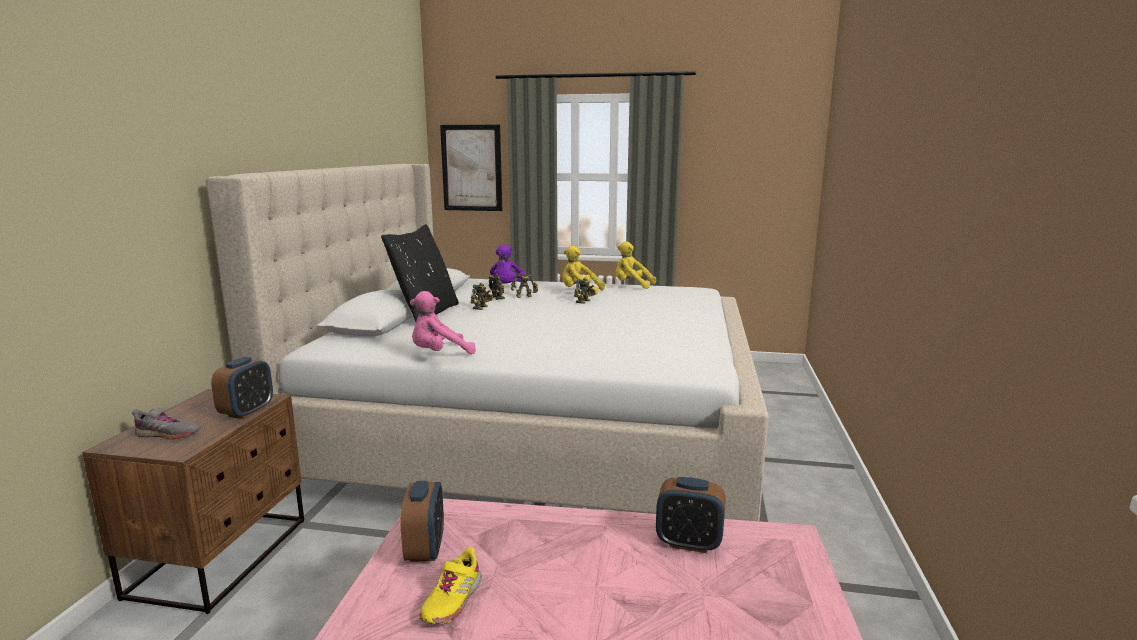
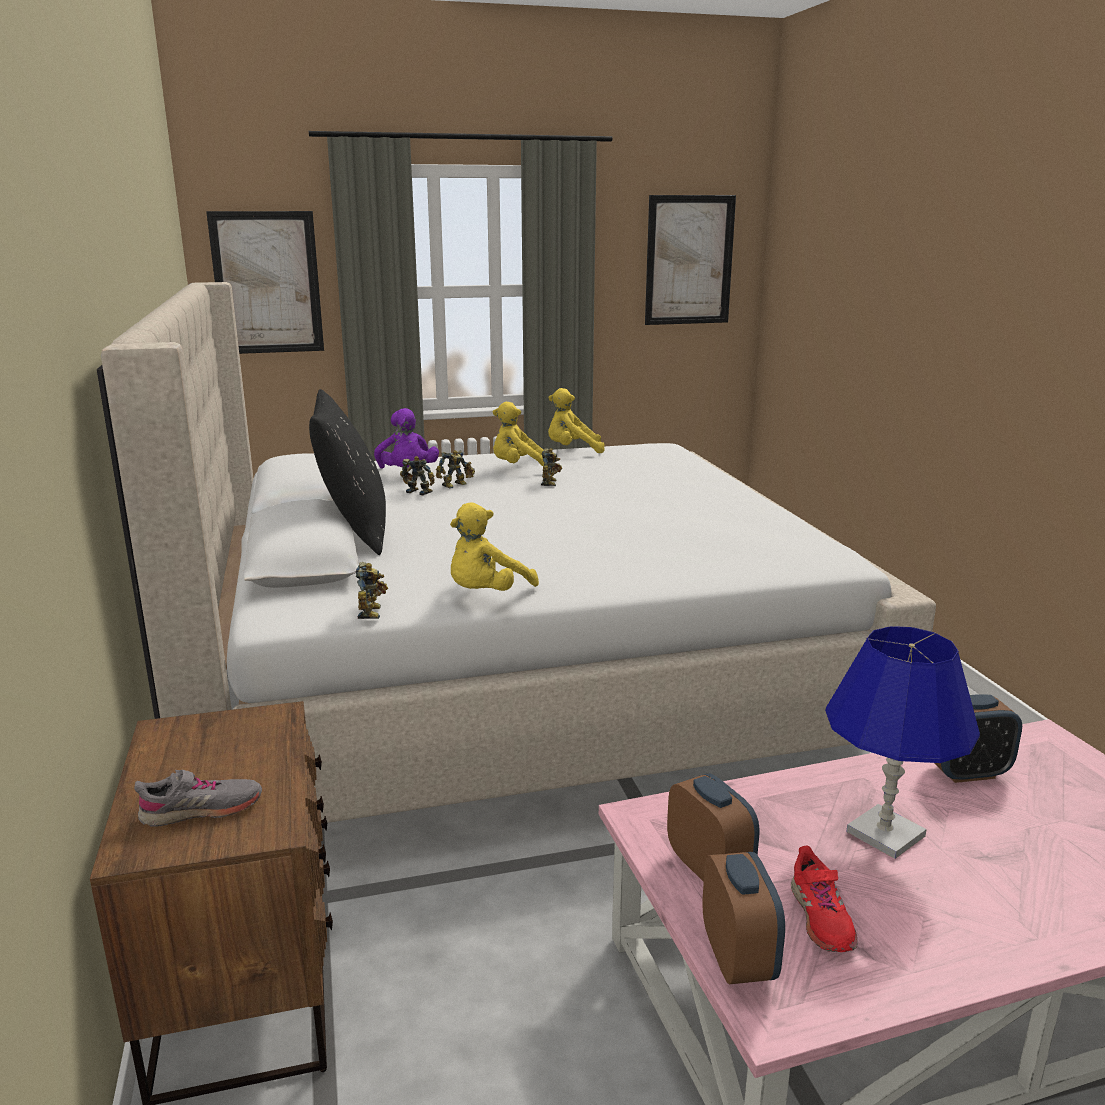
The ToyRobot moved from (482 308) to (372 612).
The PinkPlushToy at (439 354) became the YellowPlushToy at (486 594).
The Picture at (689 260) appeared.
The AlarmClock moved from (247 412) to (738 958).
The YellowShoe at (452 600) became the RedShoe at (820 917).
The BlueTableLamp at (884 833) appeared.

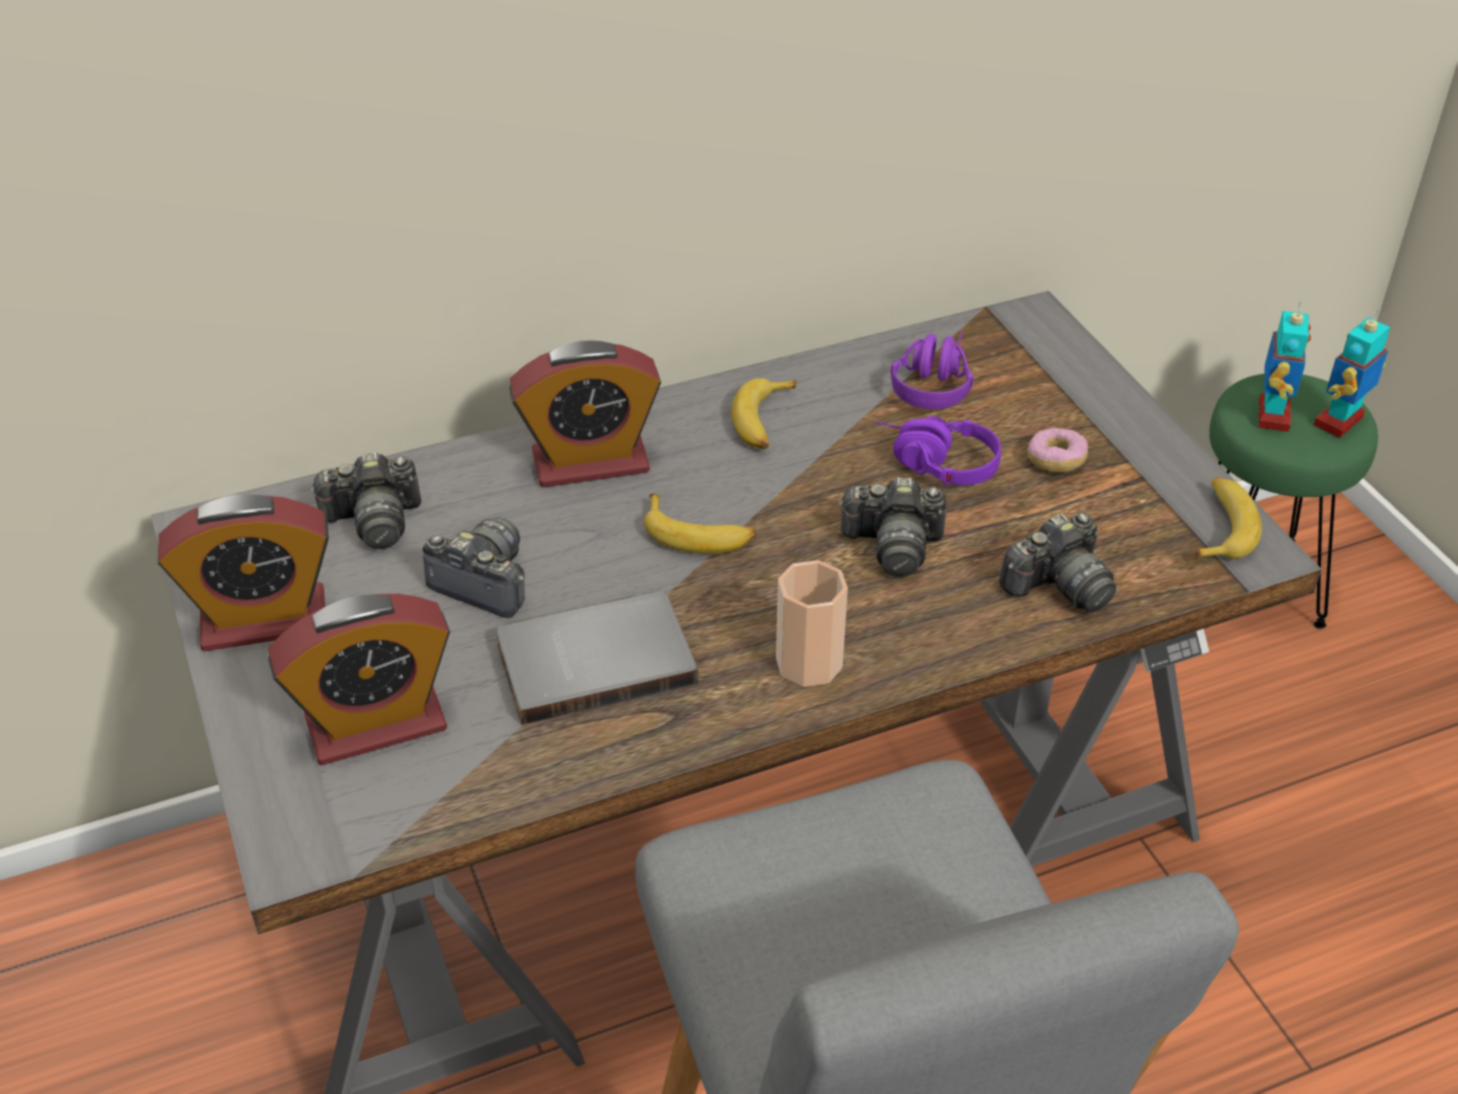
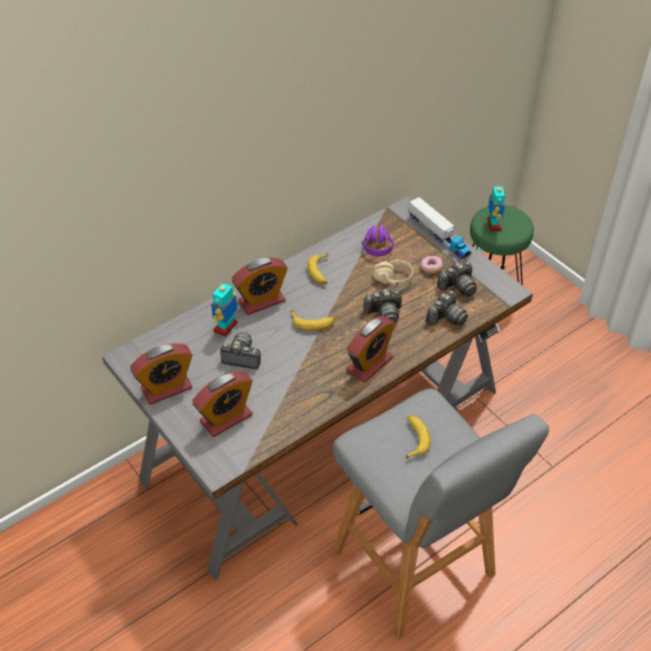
The ToyRobot moved from (1339 422) to (226 327).
The Cup at (809 663) was replaced by the AlarmClock at (369 364).
The PurpleHeadphones at (932 464) became the BeigeHeadphones at (387 278).
The Banana moved from (1221 527) to (414 438).
The ToyTruck at (439 235) appeared.
The PhotoCamera moved from (374 521) to (458 286).
The GreyBook at (594 658) disappeared.

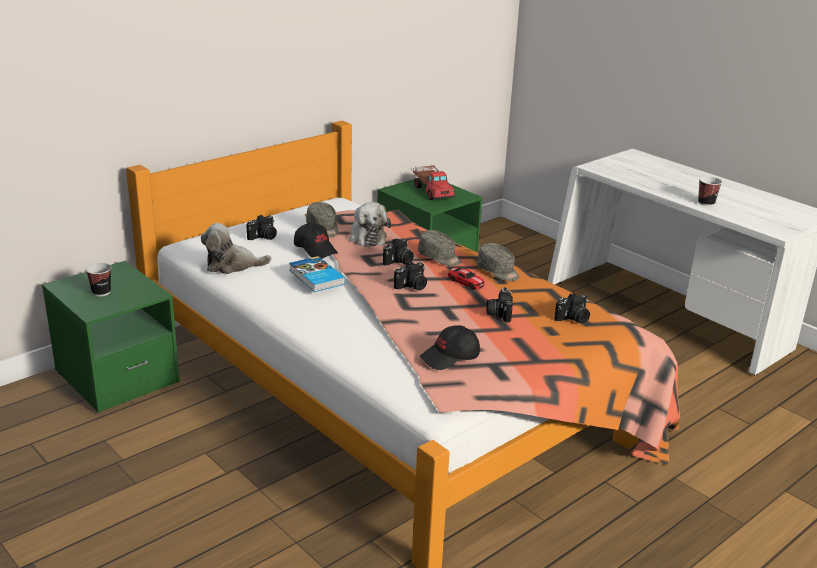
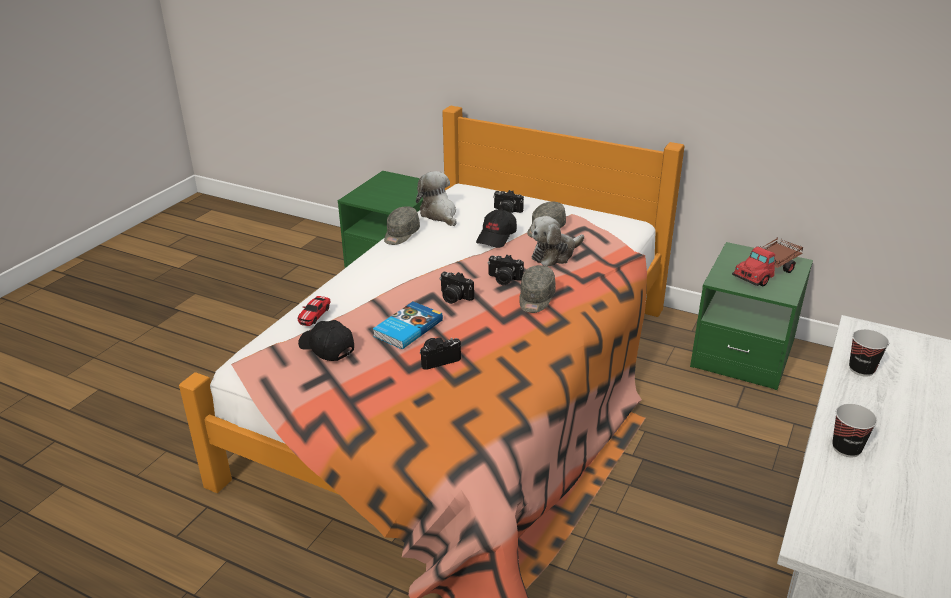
The ToyCar moved from (466 282) to (314 314).
The Book moved from (316 277) to (407 328).
The GreyCap moved from (498 271) to (401 234).
The Cup moved from (101 292) to (861 369).
The PhotoCamera at (573 319) disappeared.

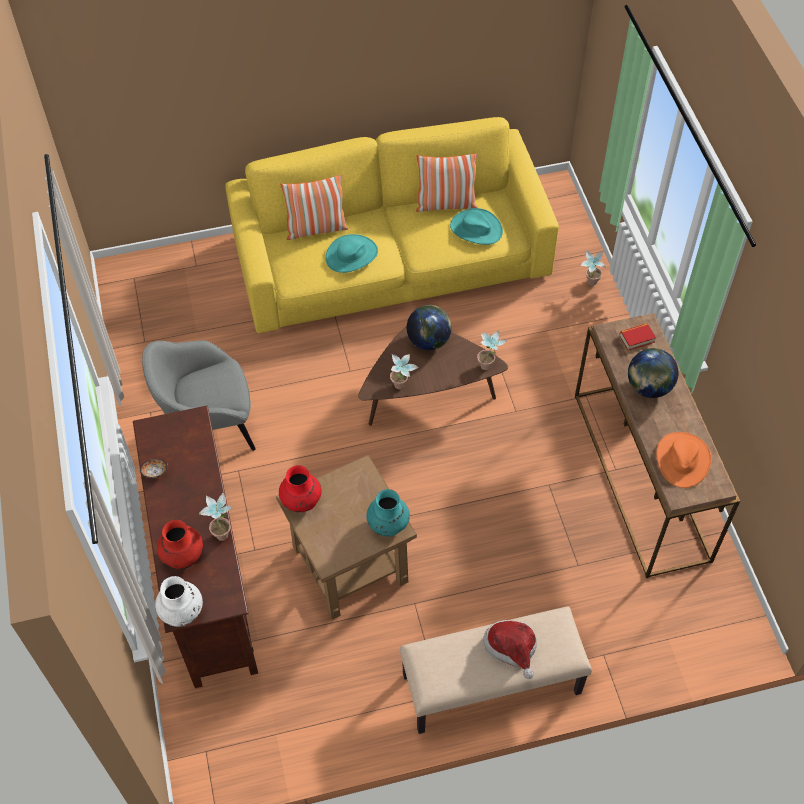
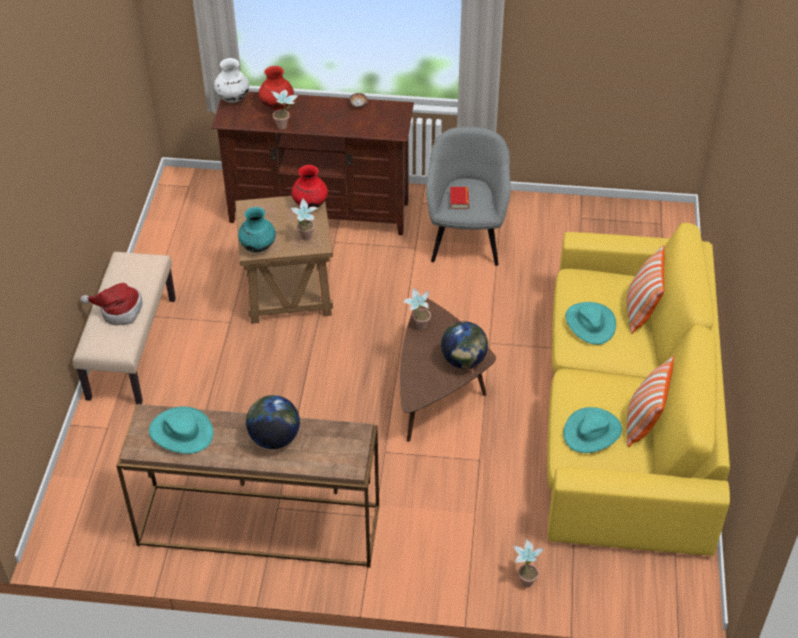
The OrangeHat at (682 459) became the TurquoiseHat at (181 432).
The PottedPlant moved from (489 364) to (306 239).
The Book moved from (637 338) to (459 200).

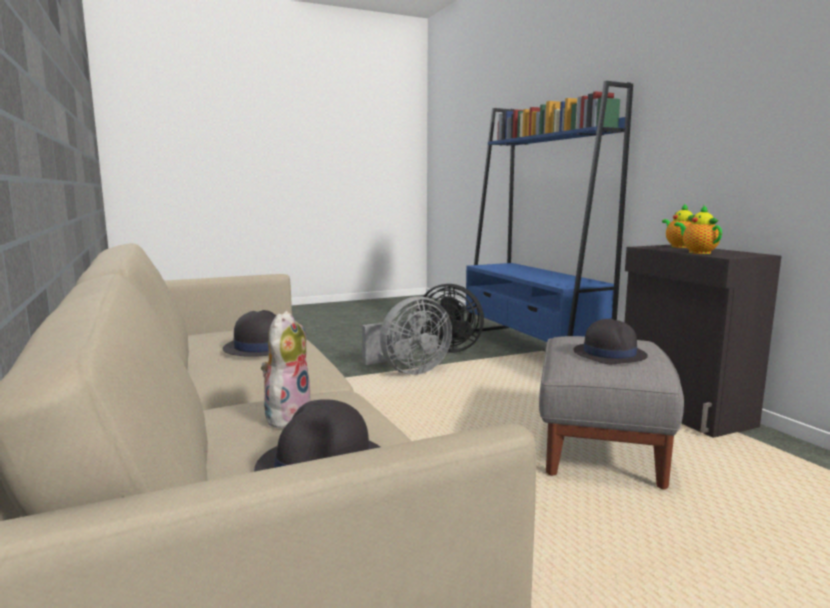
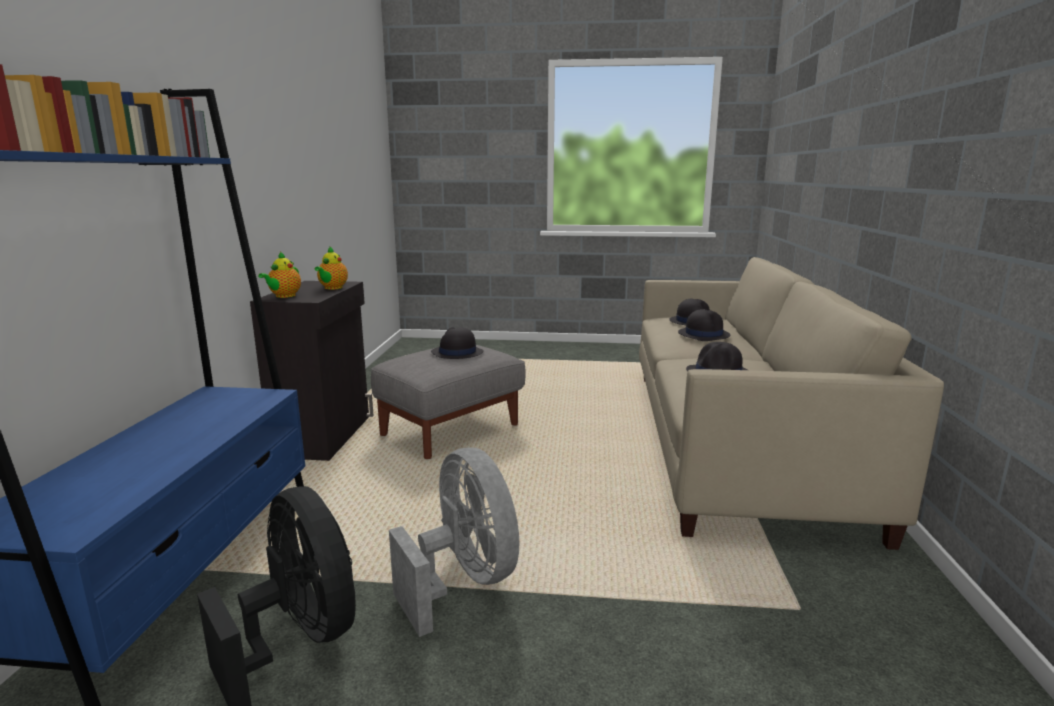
The GreyFan at (408 371) turned 60 degrees clockwise.
The PlushToy at (287 416) was replaced by the BlackHat at (703 334).

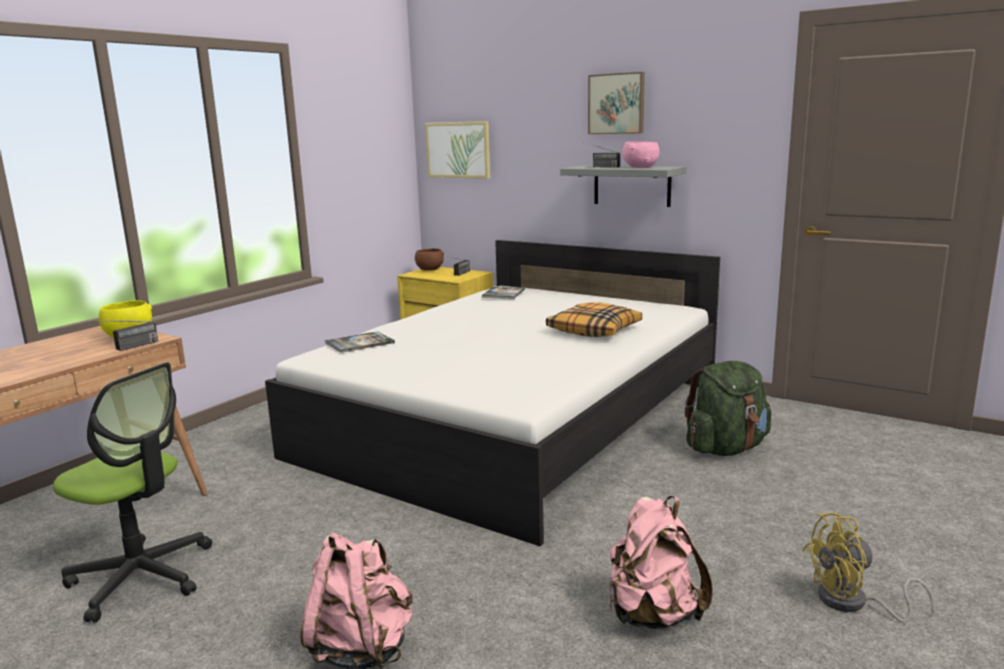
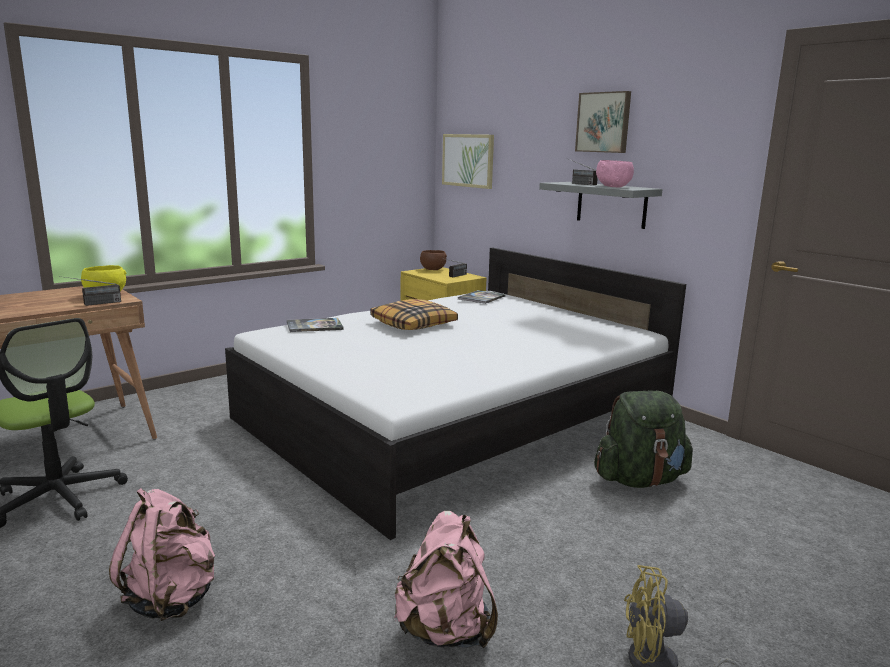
The Pillow moved from (594 330) to (414 324).

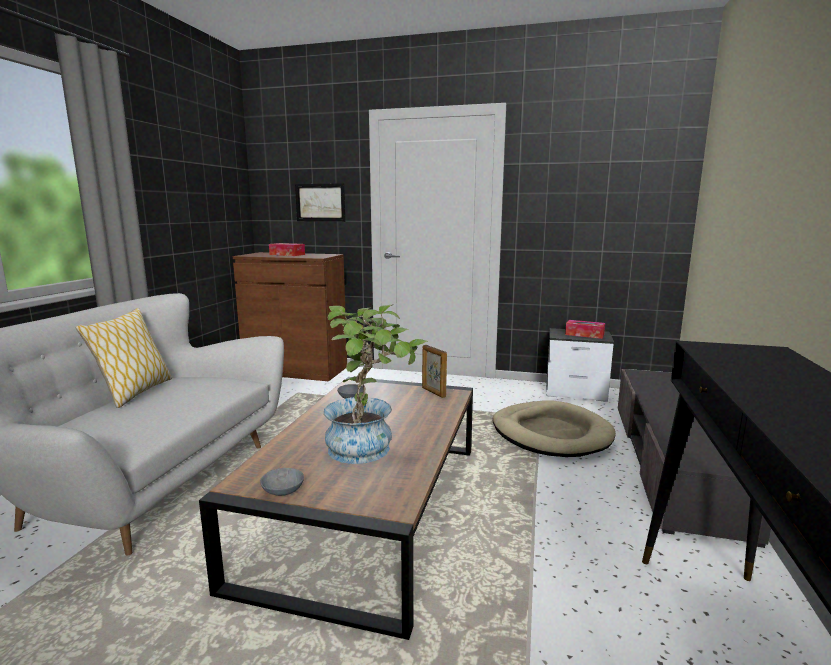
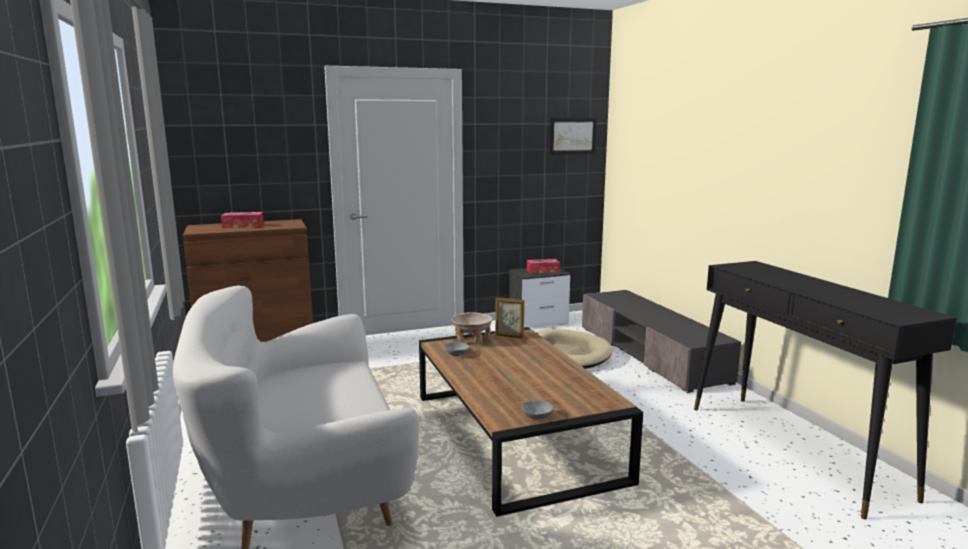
The BeigeBowl at (472 340) appeared.
The Picture moved from (320 202) to (573 136).
The Pillow at (135 393) disappeared.
The PottedPlant at (369 448) disappeared.

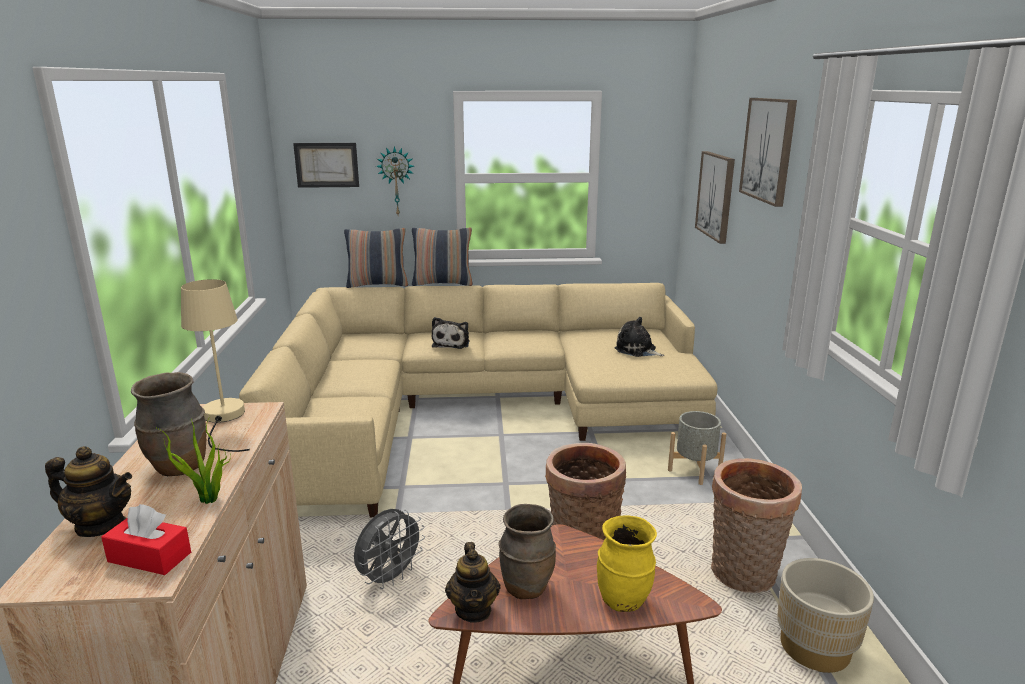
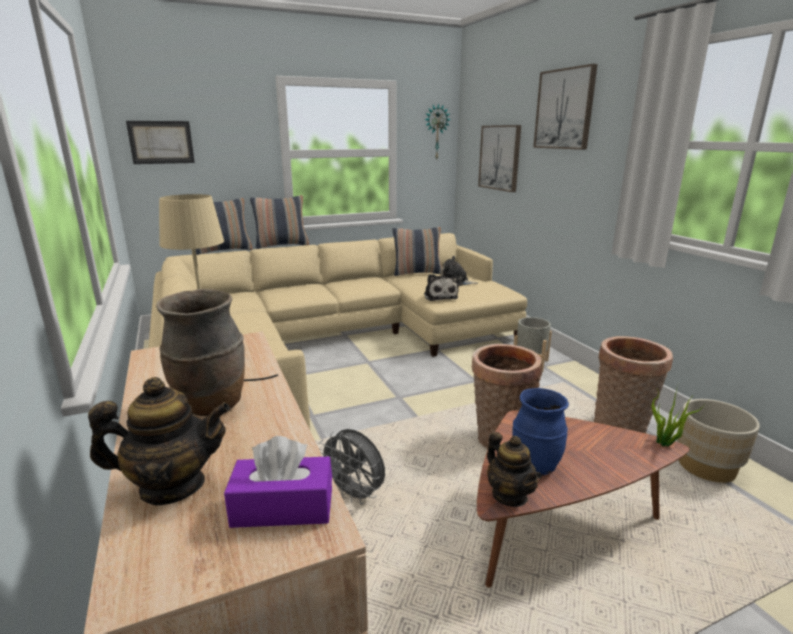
The RedTissueBox at (149 557) became the PurpleTissueBox at (283 507).
The GreyFan at (390 578) turned 105 degrees clockwise.
The Pillow at (417 273) appeared.
The WallClock moved from (396 181) to (436 132).
The PlushToy moved from (452 343) to (440 296).
The BrownVase at (526 587) became the BlueVase at (535 465).
The PottedPlant moved from (209 500) to (665 444).
The YellowVase at (624 601) disappeared.

